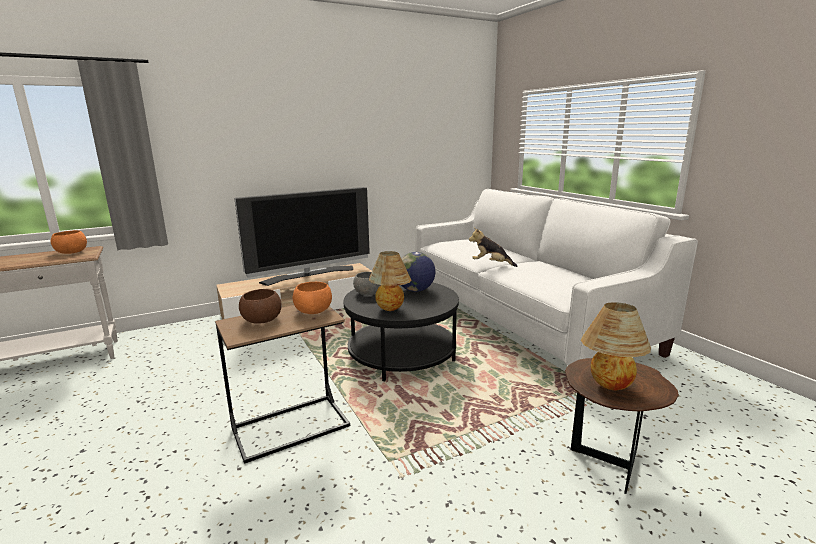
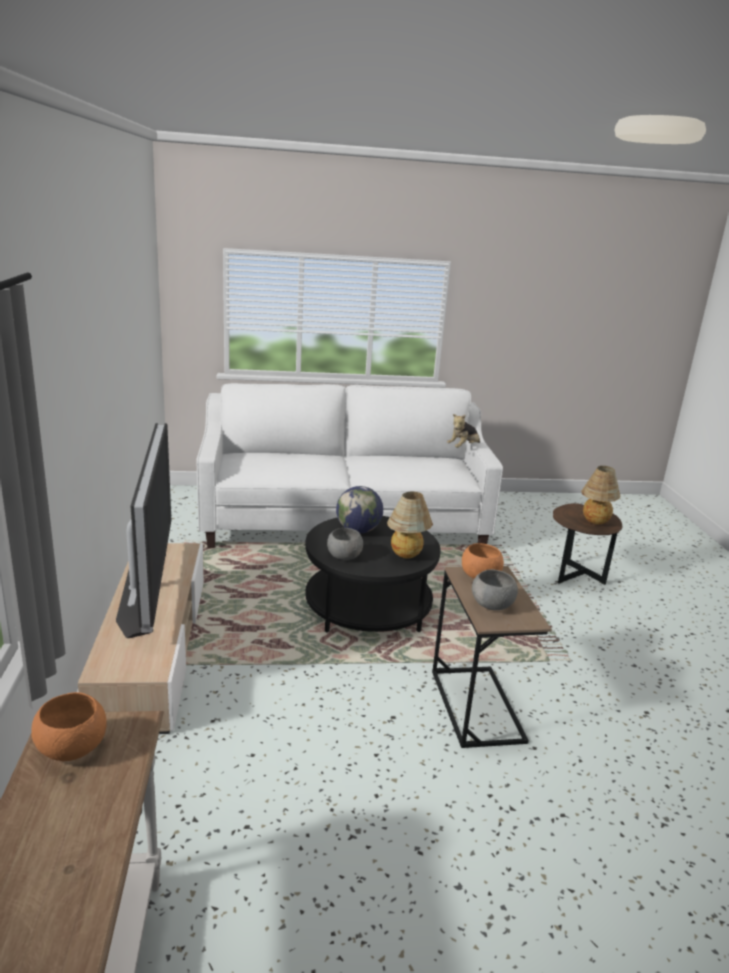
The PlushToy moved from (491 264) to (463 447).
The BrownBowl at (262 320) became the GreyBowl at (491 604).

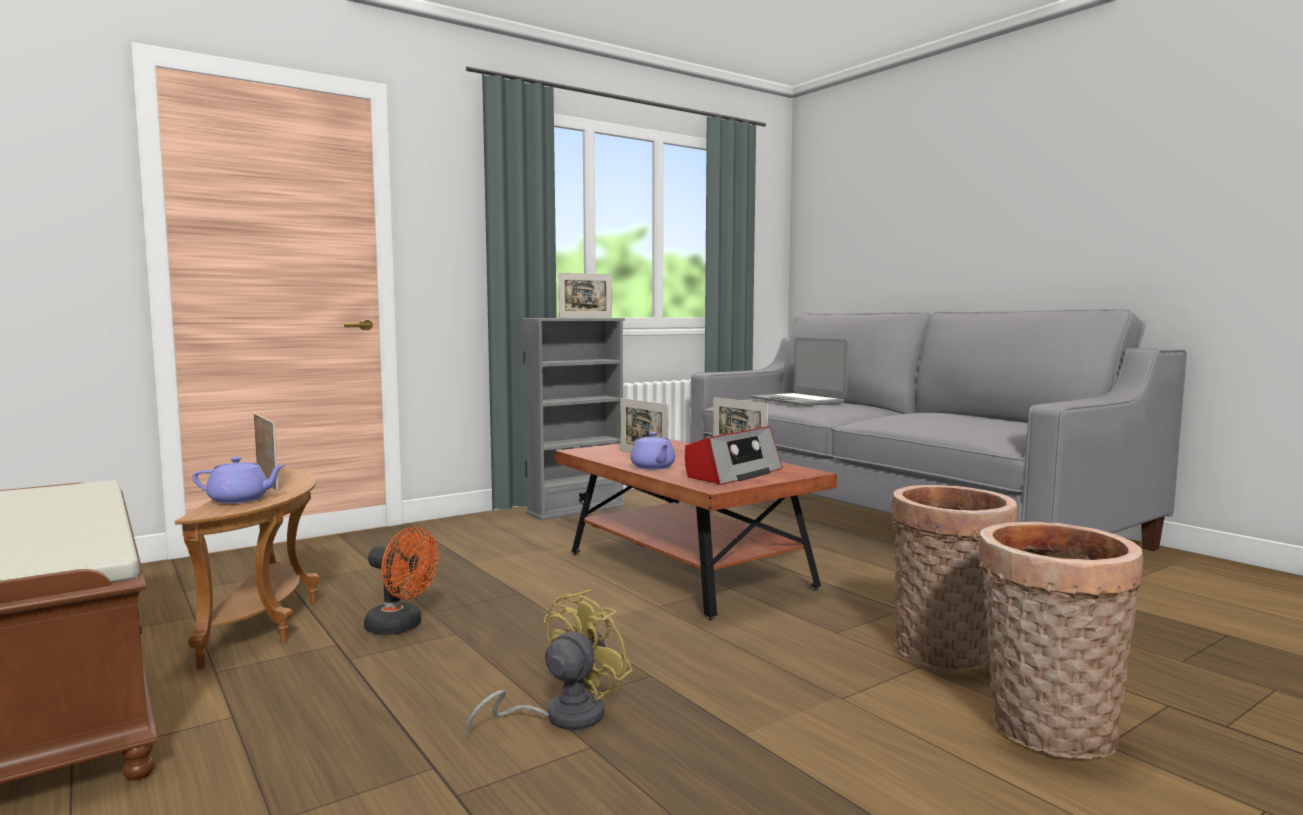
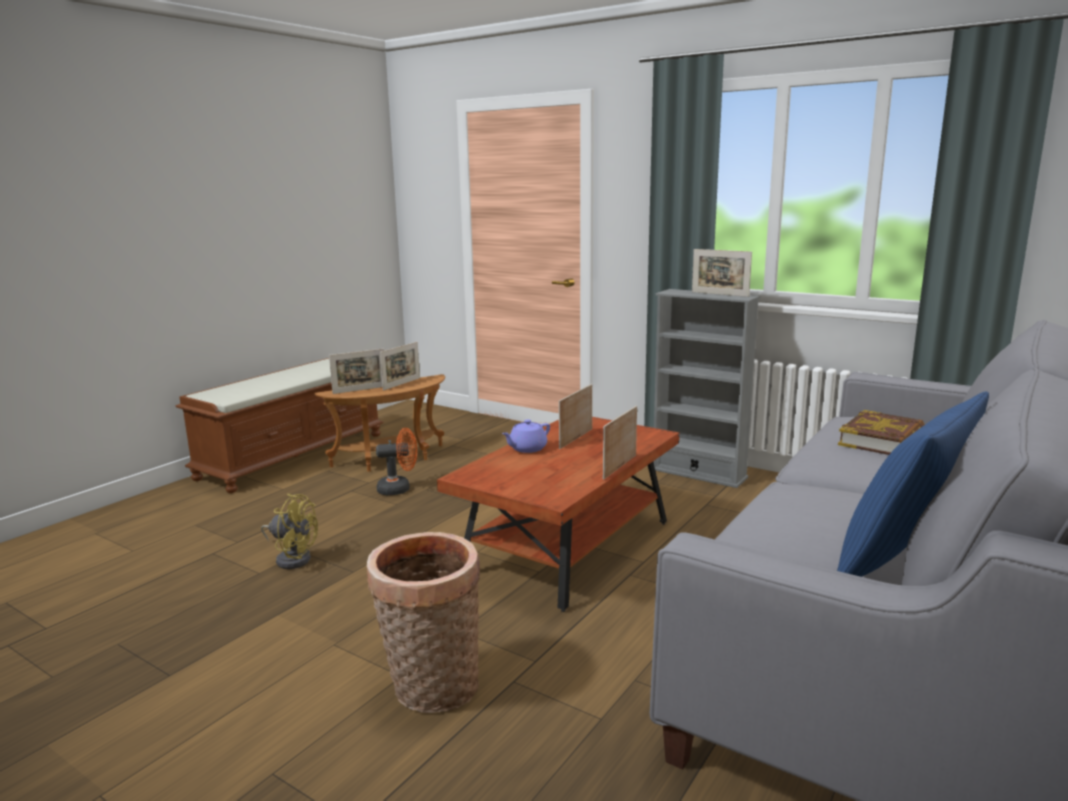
The PurpleTeapot at (240 499) was replaced by the PictureFrame at (360 390).
The OrangeFan at (401 627) turned 105 degrees counterclockwise.
The BluePillow at (902 565) appeared.
The Laptop at (798 401) was replaced by the Book at (882 440).
The Radio at (733 474) disappeared.
The Basket at (1047 733) disappeared.

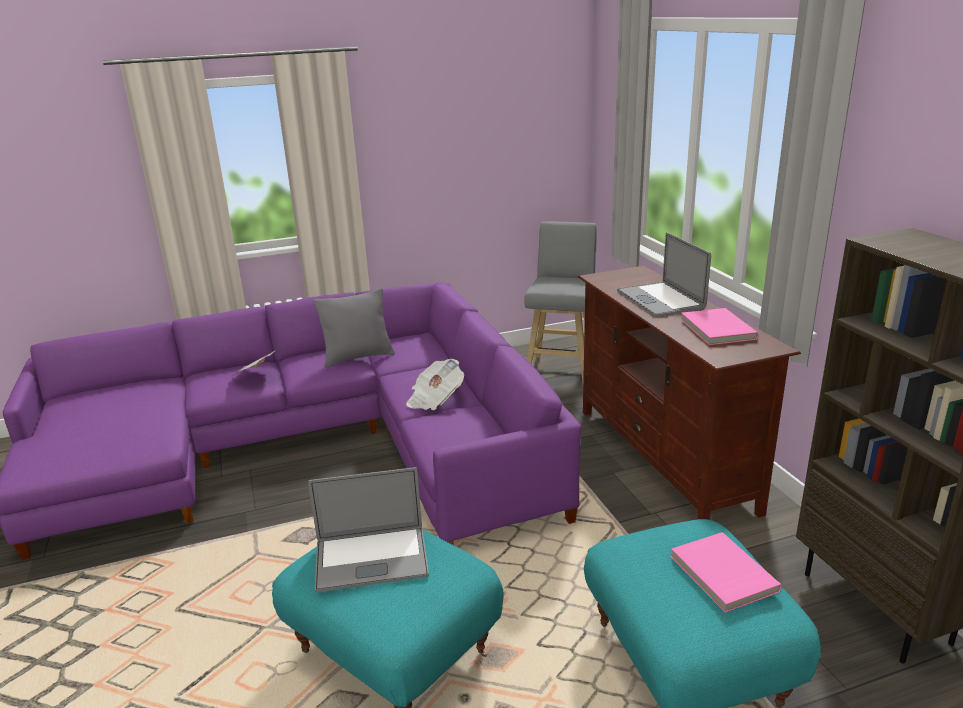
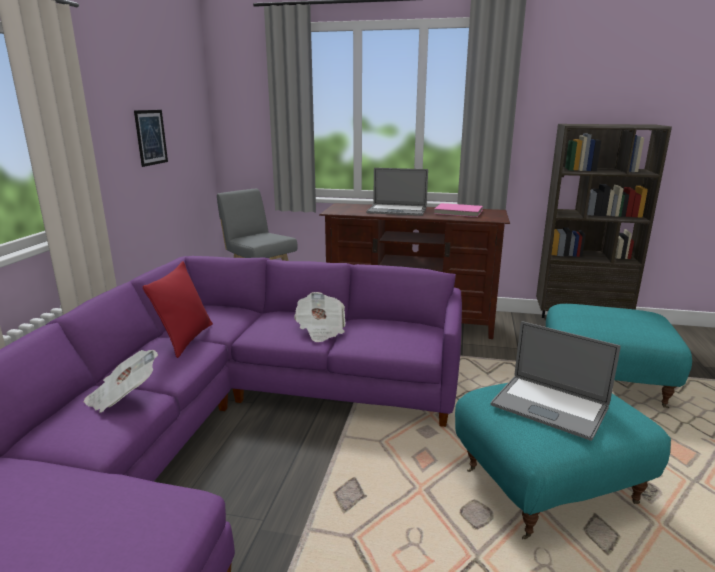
The Picture at (151 137) appeared.
The GreyPillow at (358 357) became the RedPillow at (186 339).
The Laptop at (371 559) turned 105 degrees clockwise.
The PinkBook at (721 574) disappeared.

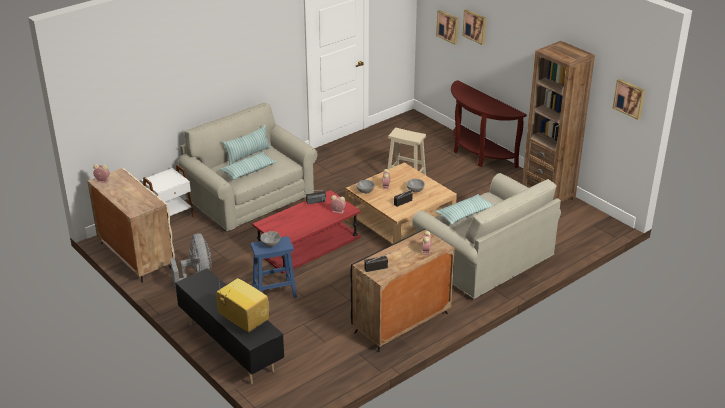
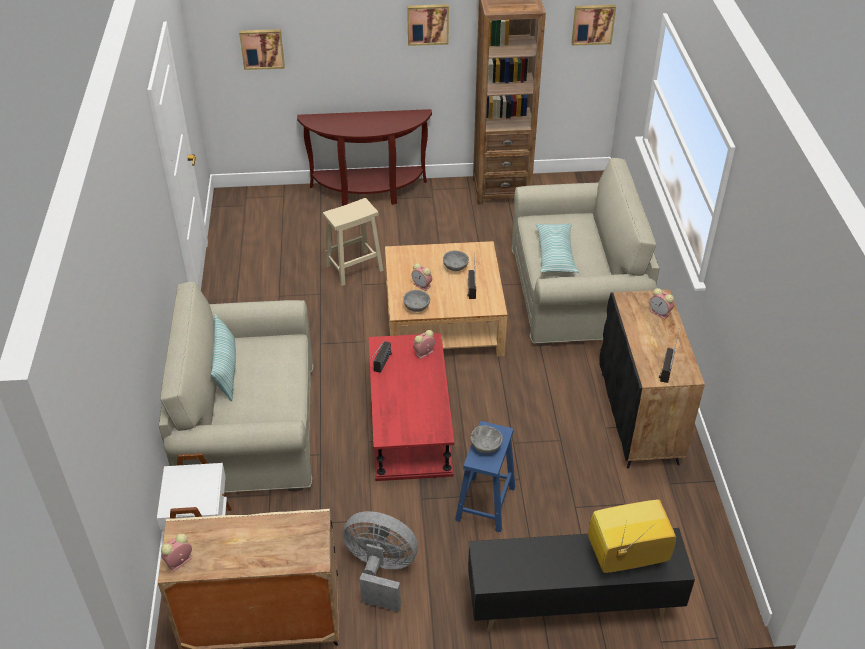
The Picture moved from (475 26) to (428 24).
The Pillow at (248 170) disappeared.

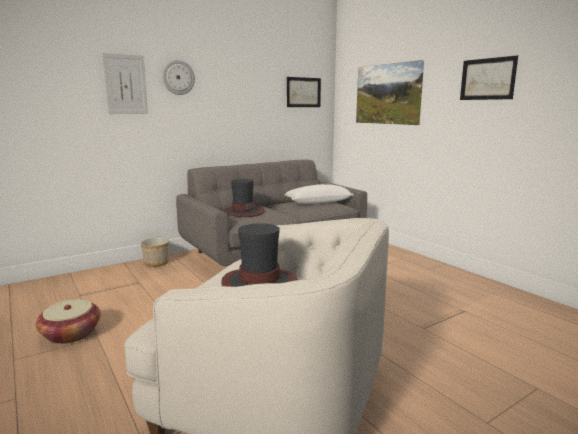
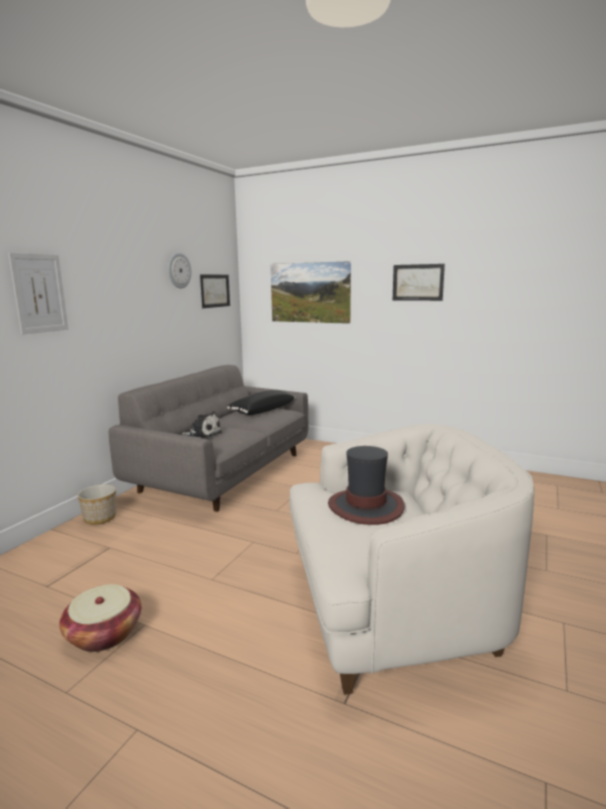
The WallClock moved from (178 77) to (179 270).
The Hat at (243 212) was replaced by the PlushToy at (202 435).
The WhitePillow at (318 202) became the BlackPillow at (262 411).

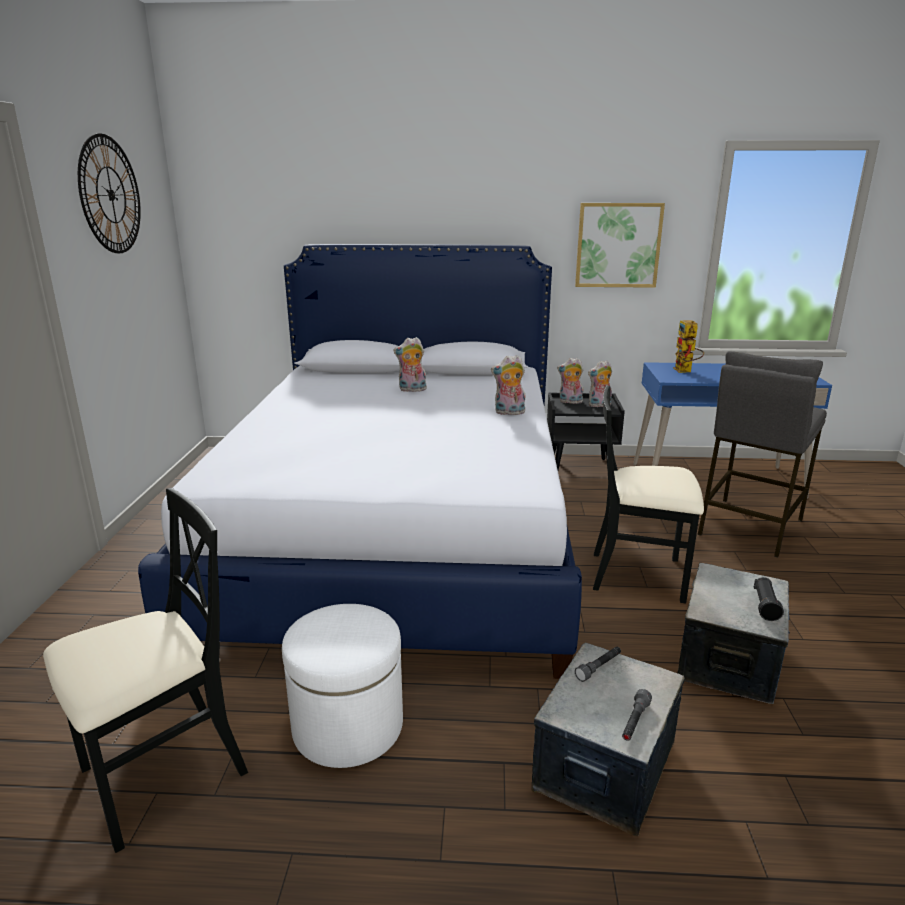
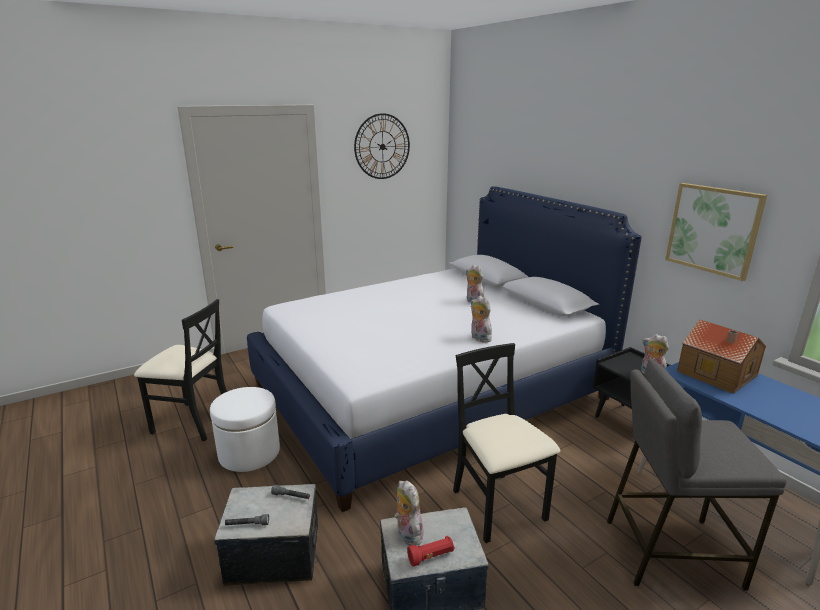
The PlushToy moved from (570 402) to (407 534).
The BlackFlashlight at (765 606) became the RedFlashlight at (431 557).
The ToyRobot at (685 371) was replaced by the ToyHouse at (717 374).

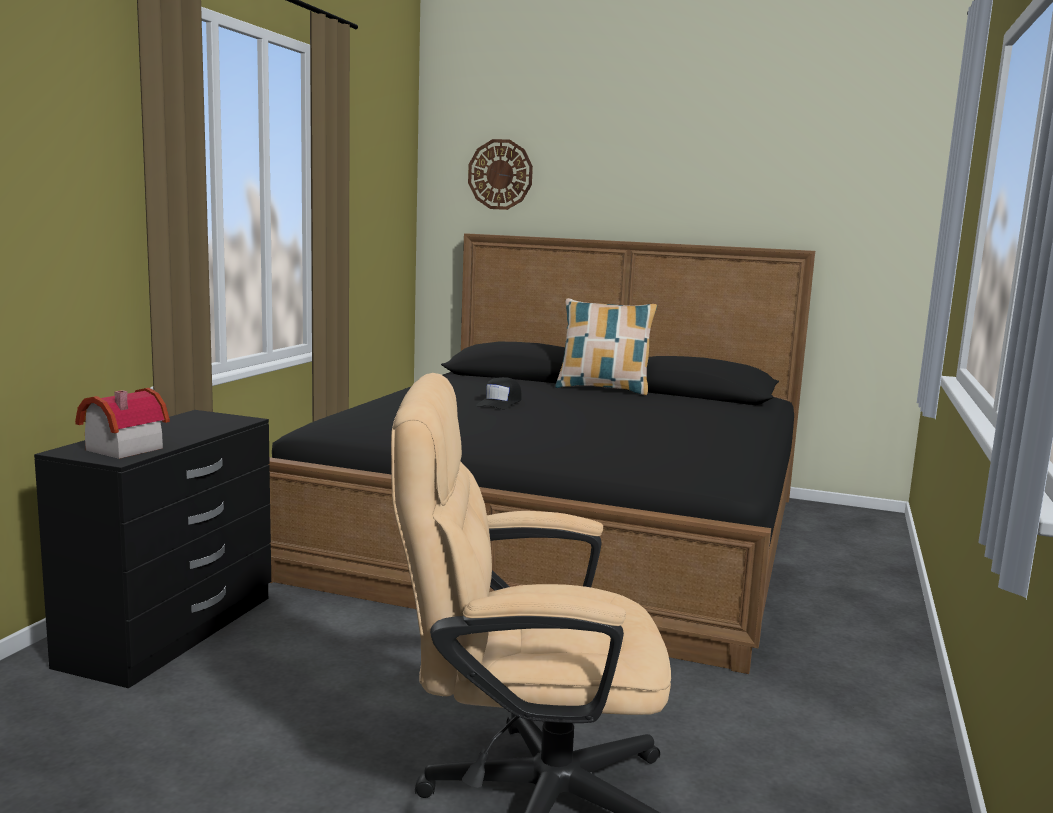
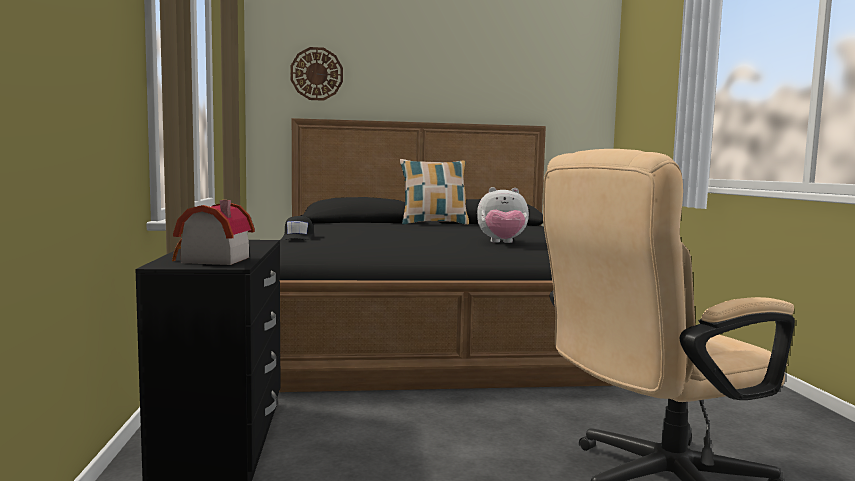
The BlackCap moved from (500 403) to (298 237).
The PlushToy at (502 243) appeared.

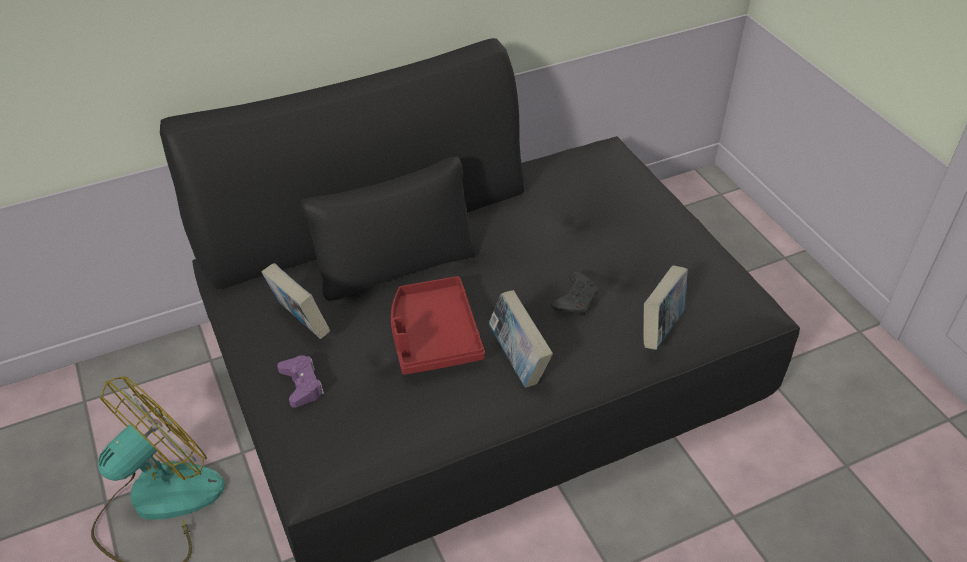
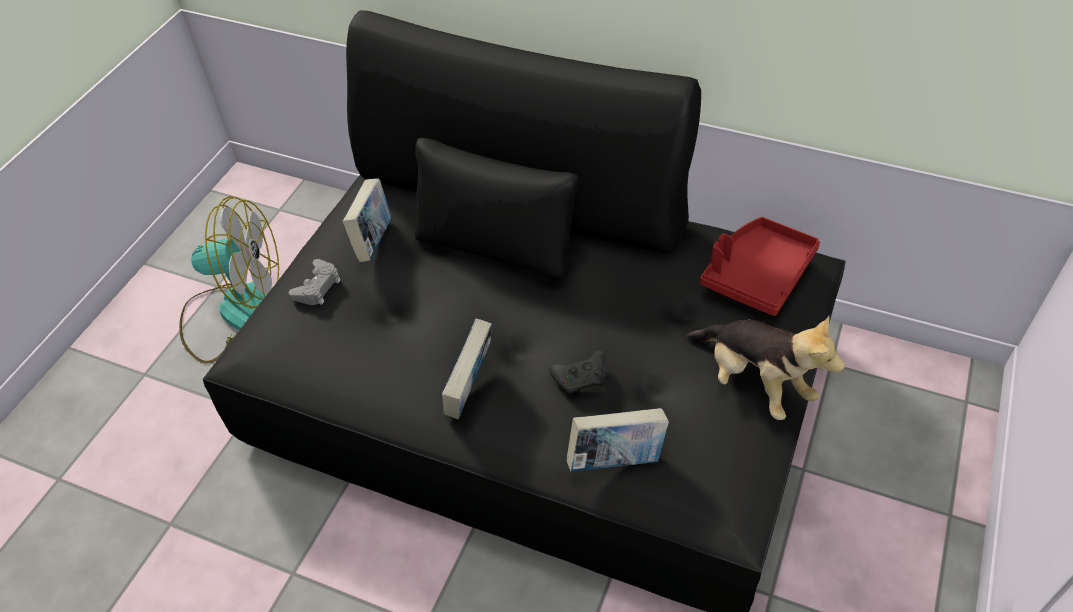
The PurpleGameController at (302 385) became the GreyGameController at (317 287).
The PlushToy at (754 382) appeared.
The RedTray moved from (433 336) to (757 274).

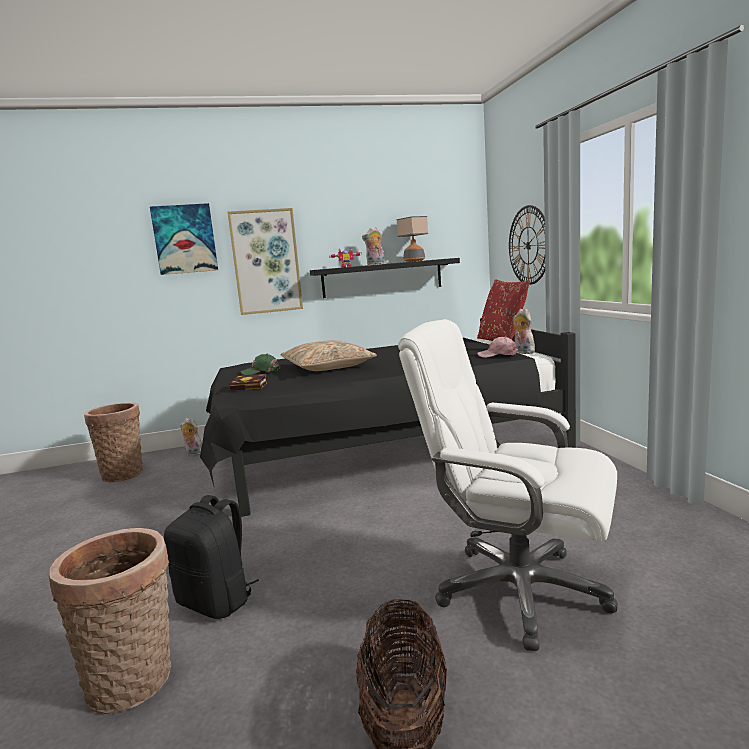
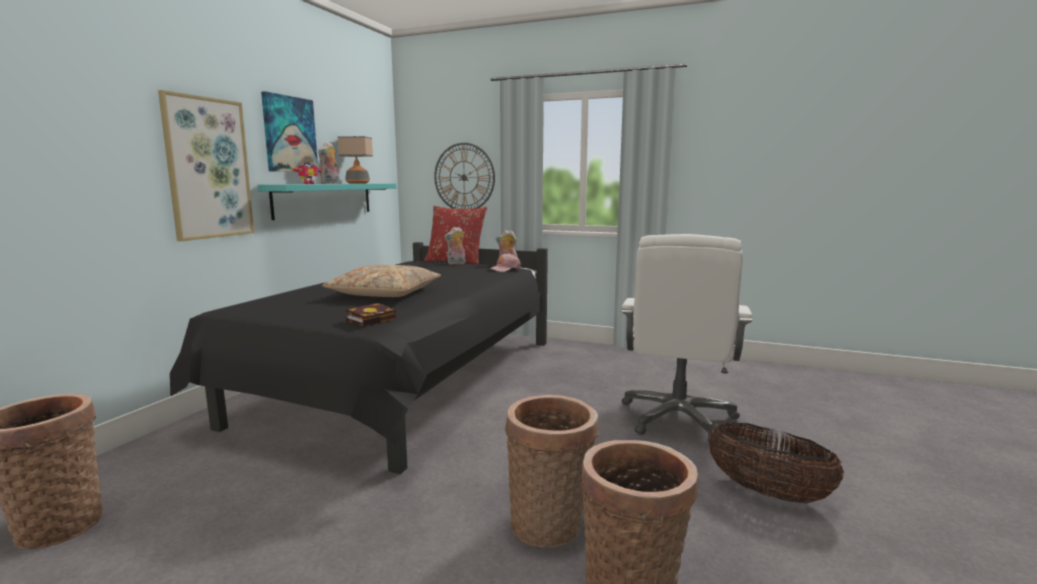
The BlackShelf at (382 278) became the TurquoiseShelf at (324 199).
The Picture moved from (185 239) to (289 134).
The PlushToy moved from (193 454) to (456 263).
The BlackBackpack at (217 601) was replaced by the Basket at (550 526).
The WhiteOfficeChair at (518 590) turned 45 degrees counterclockwise.
The GreenCap at (261 371) disappeared.

